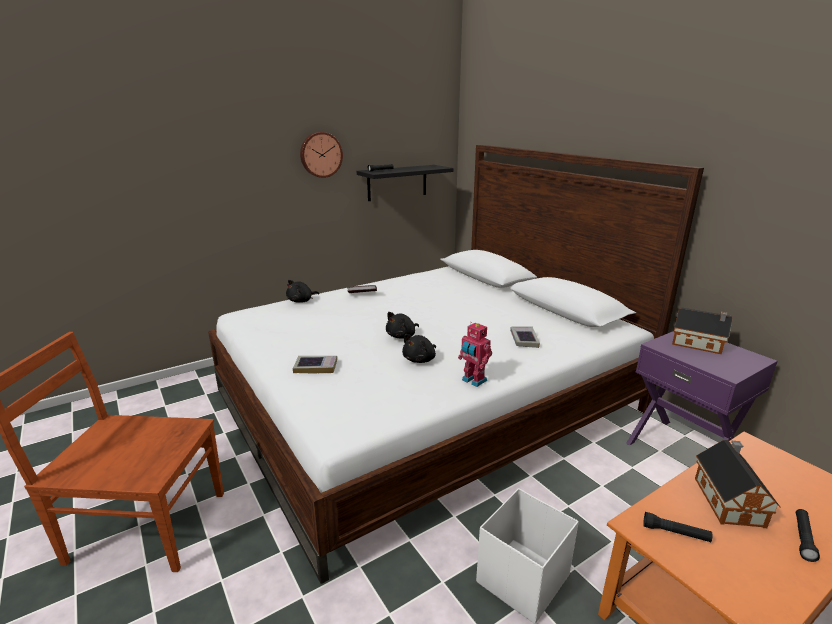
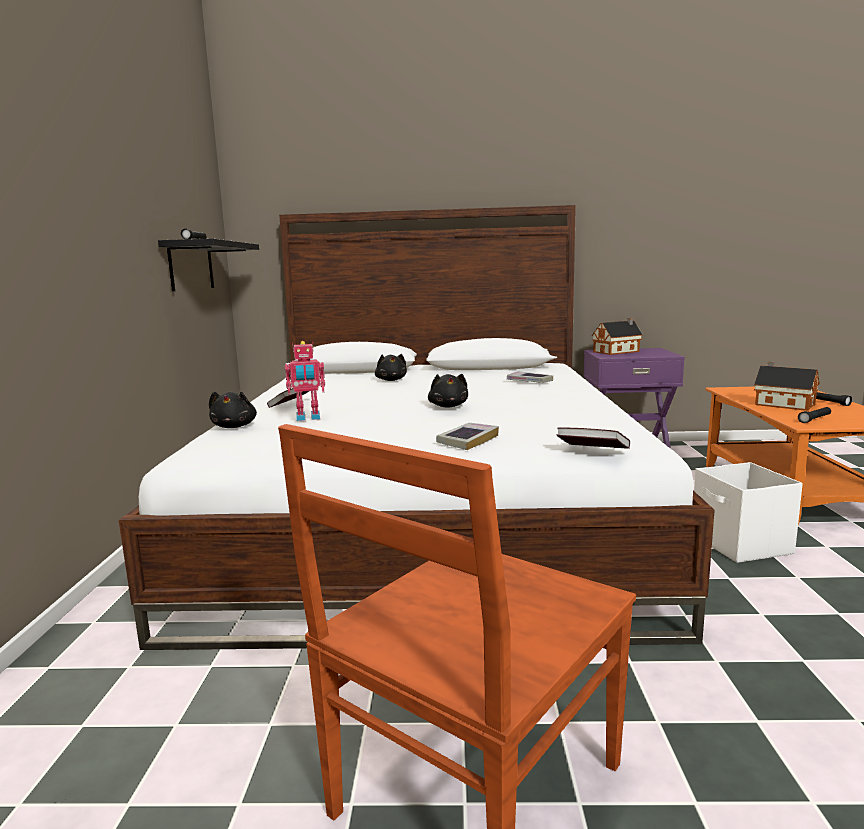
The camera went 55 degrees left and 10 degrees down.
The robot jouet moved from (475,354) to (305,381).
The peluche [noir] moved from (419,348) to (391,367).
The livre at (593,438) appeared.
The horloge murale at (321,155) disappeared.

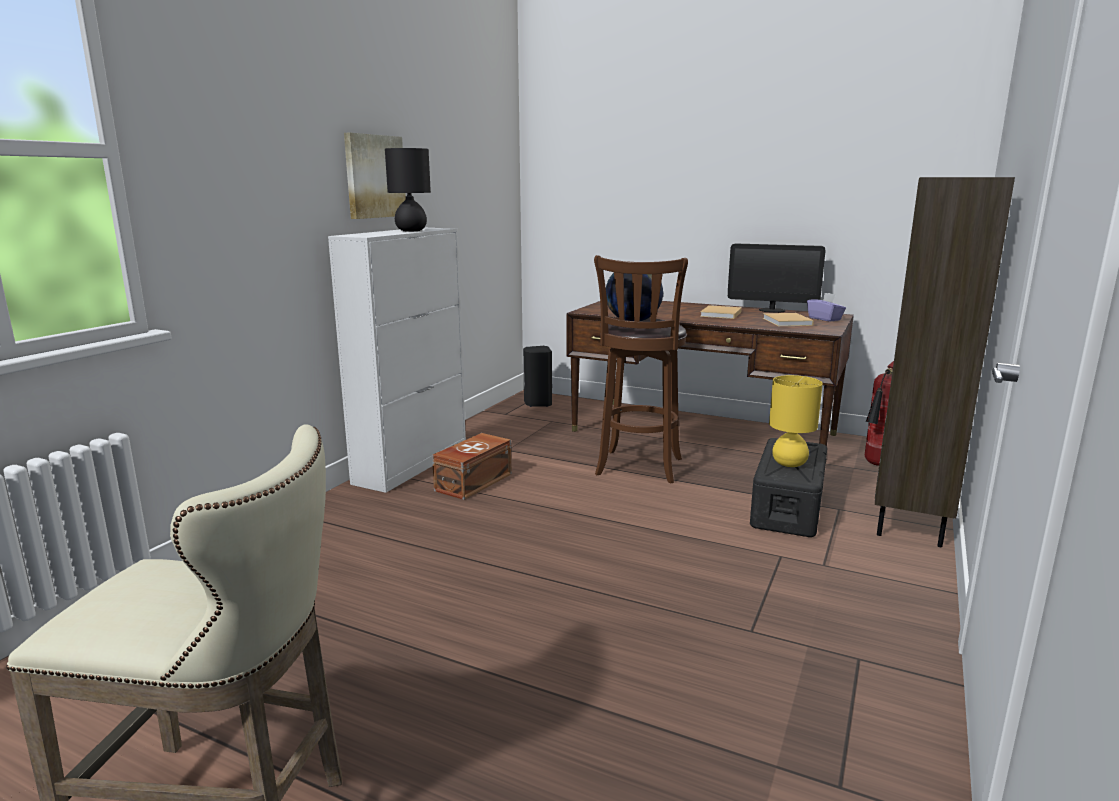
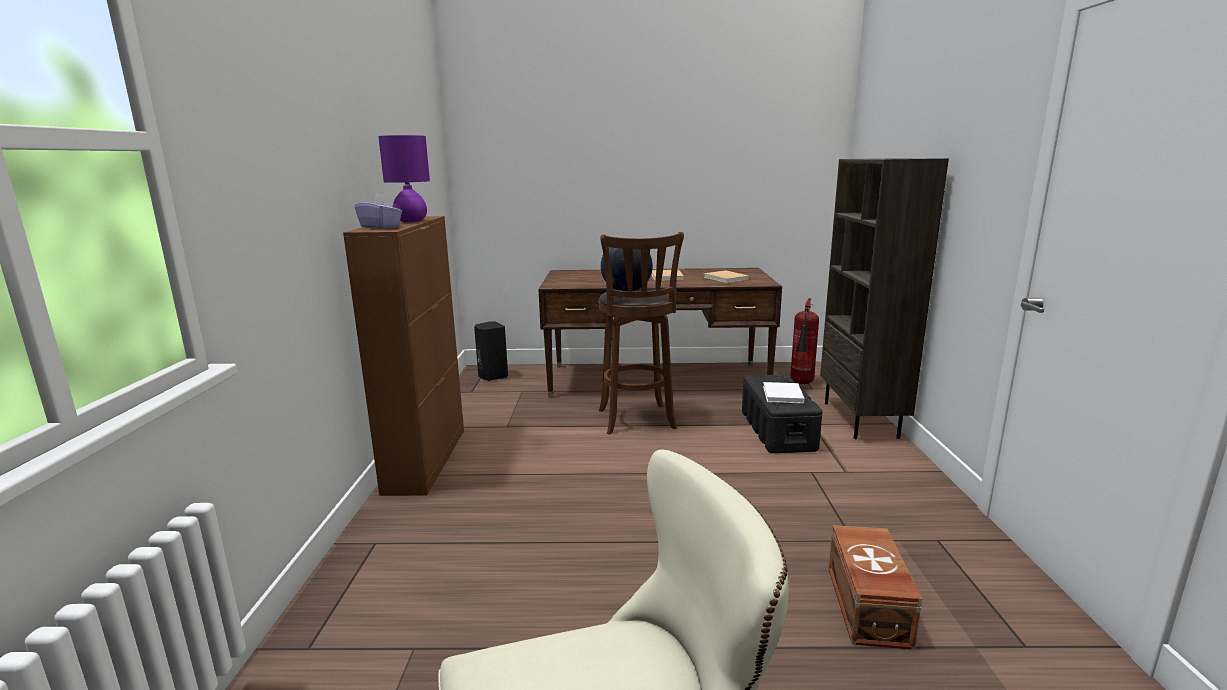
The camera went 25 degrees left and 0 degrees up.
The meuble de rangement [blanc] at (397,360) became the meuble de rangement [marron] at (403,356).
The boîte à mouchoirs [violet] moved from (826,307) to (378,211).
The lampe de table [noir] at (408,189) became the lampe de table [violet] at (404,178).
The lampe de table [jaune] at (796,421) was replaced by the livre [blanc] at (784,392).
The boîte de rangement [marron] moved from (471,466) to (875,587).
The tableau at (375,176) disappeared.
The écran d'ordinateur at (777,278) disappeared.

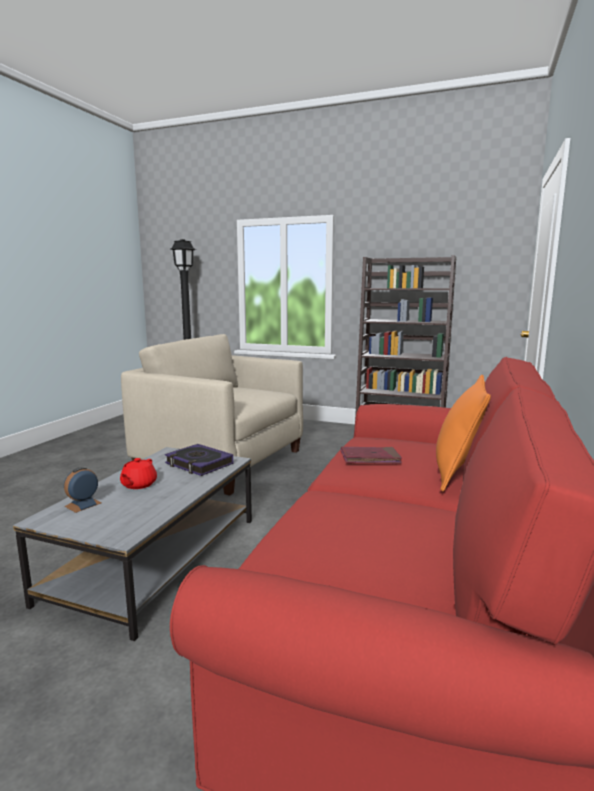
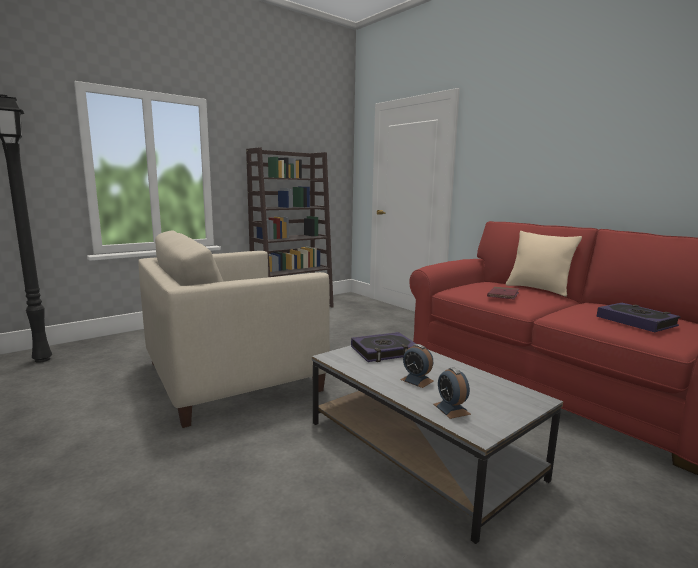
The camera went 60 degrees left and 0 degrees up.
The théière [rouge] at (138,473) was replaced by the réveil at (417,366).
The coussin [orange] at (463,433) became the coussin [beige] at (544,264).
The livre at (639,317) appeared.

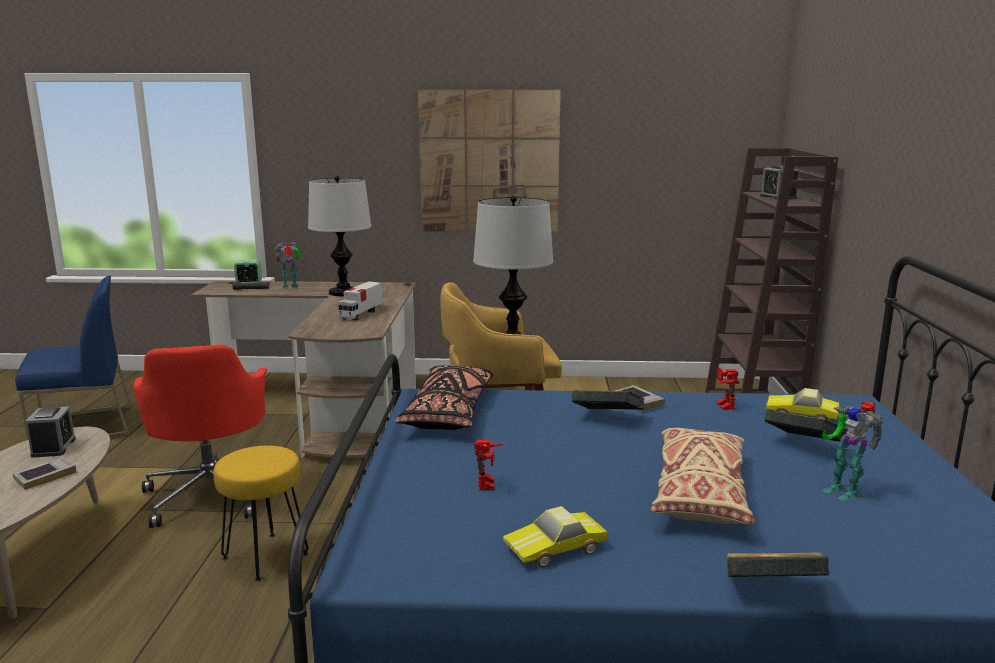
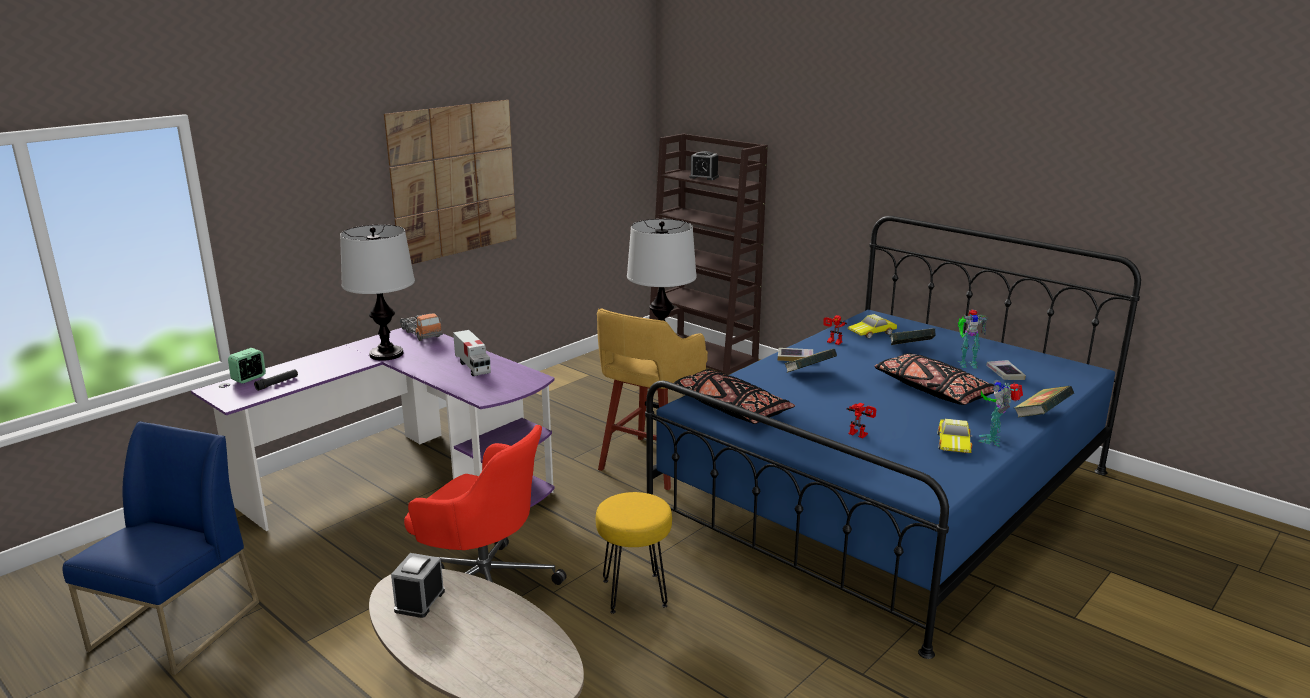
The camera went 50 degrees left and 5 degrees up.
The bureau [marron] at (303,369) became the bureau [violet] at (373,427).
The réveil at (50,432) turned 105 degrees counterclockwise.
The camion jouet at (421,327) appeared.
The coussin [beige] at (702,476) became the coussin [noir] at (934,379).
The robot jouet moved from (288,265) to (1001,413).
The livre moved from (44,473) to (1006,370).

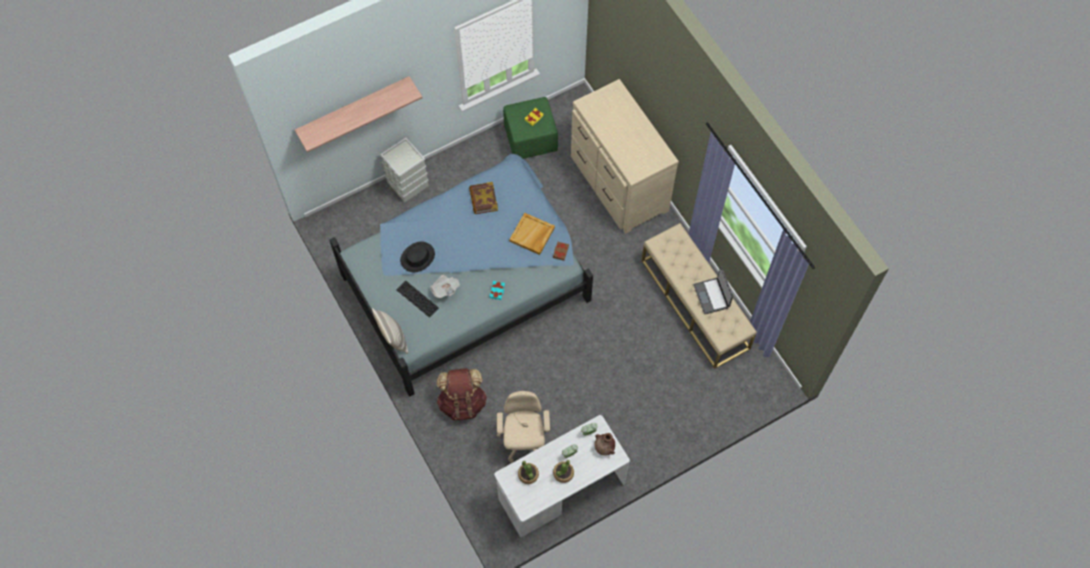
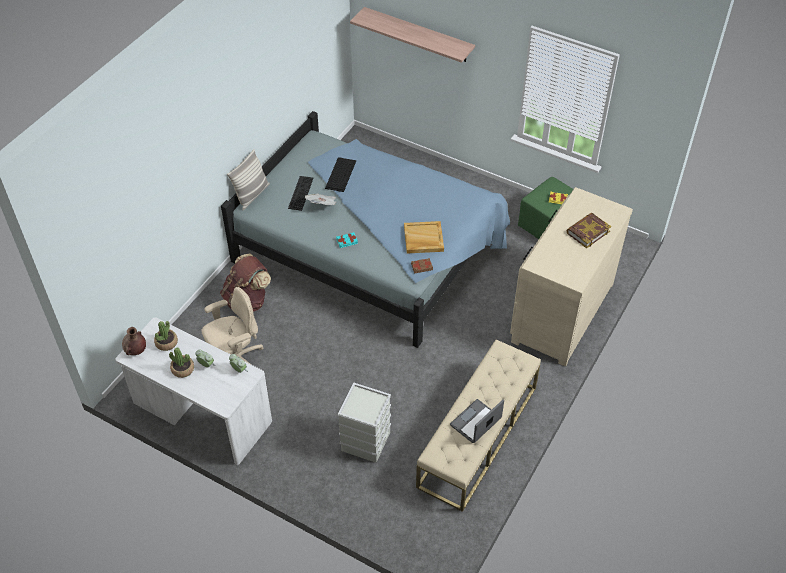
The camera went 60 degrees right and 15 degrees down.
The vase [marron] moved from (604,444) to (134,341).
The chapeau [noir] at (417,257) was replaced by the clavier at (340,174).
The boîte de rangement [gris] moved from (404,170) to (364,422).
The livre moved from (483,198) to (588,230).

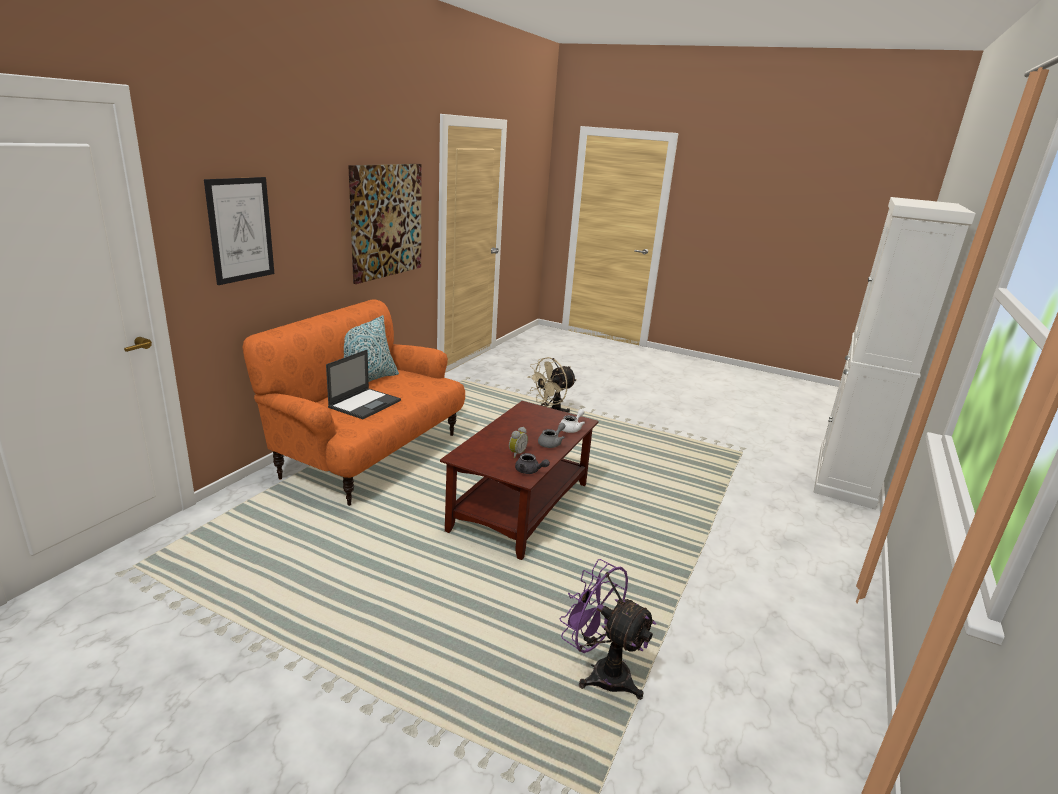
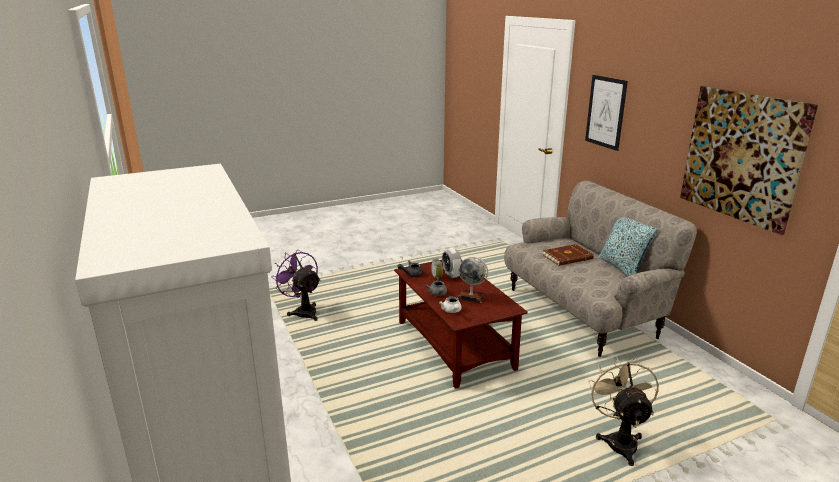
The camera went 130 degrees right and 0 degrees up.
The ventilateur [violet] at (607,629) turned 120 degrees counterclockwise.
The réveil at (452,263) appeared.
The globe at (473,280) appeared.
The canapé [orange] at (354,403) became the canapé [beige] at (600,269).
The ordinateur portable at (363,384) was replaced by the livre [marron] at (568,255).

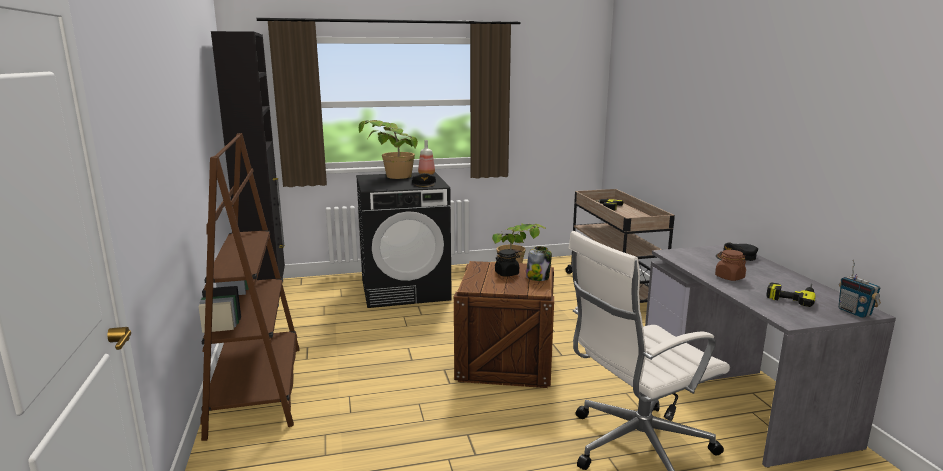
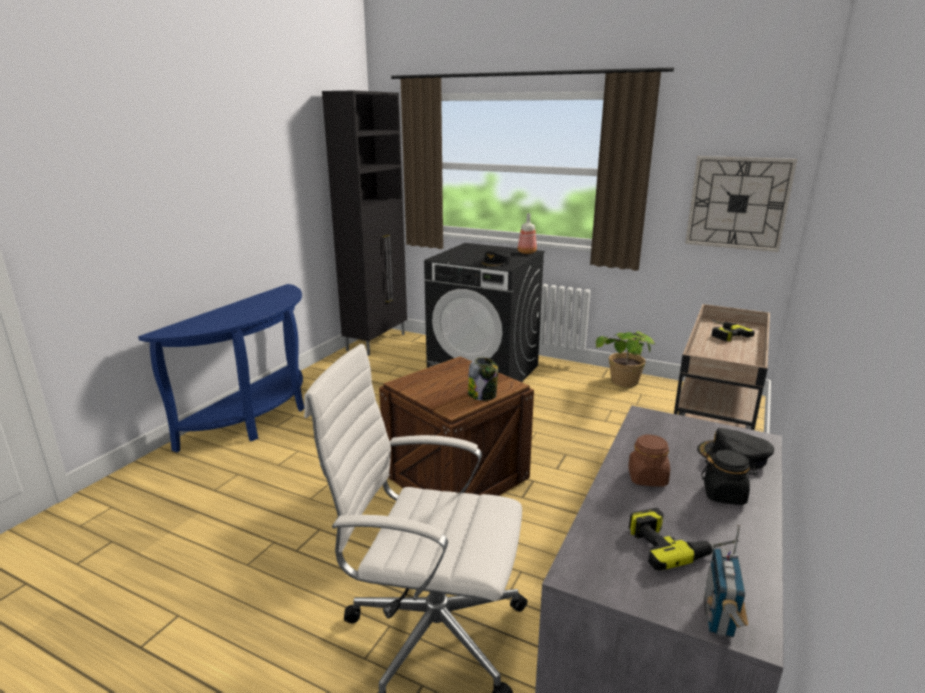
The camera went 40 degrees right and 5 degrees up.
The bibliothèque [marron] at (249,287) was replaced by the table console [bleu] at (221,368).
The horloge murale at (741,204) appeared.
The bocal [noir] moved from (507,263) to (729,477).
The plante en pot at (388,149) disappeared.

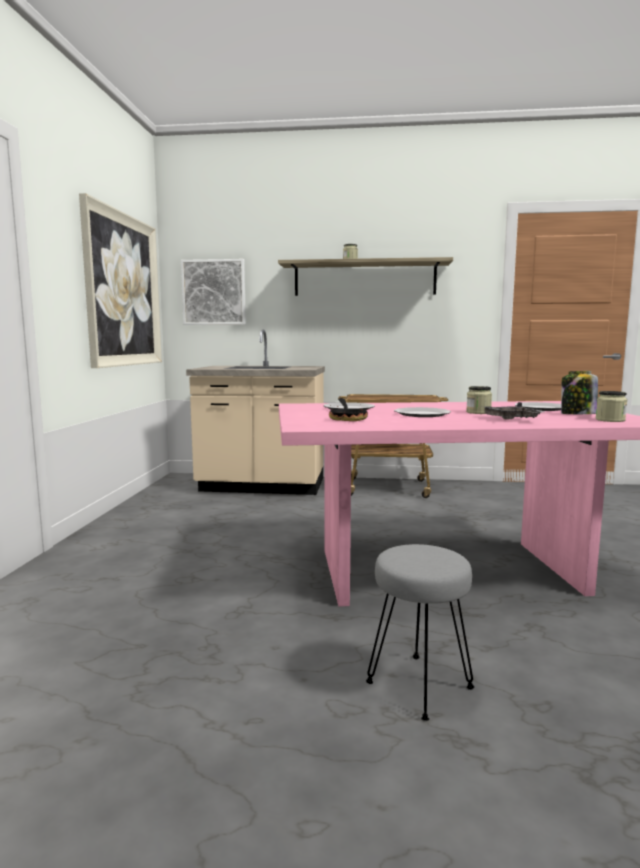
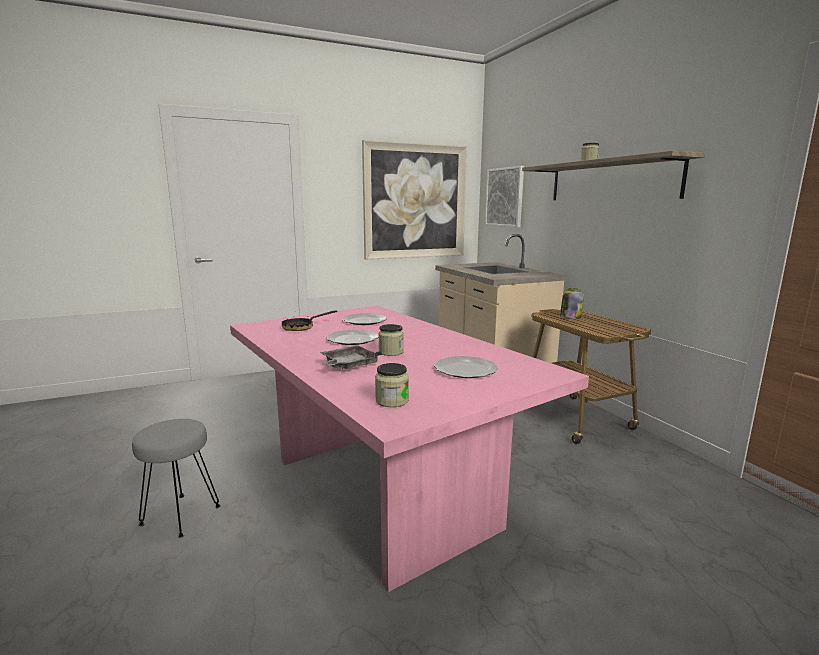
The camera went 60 degrees right and 5 degrees up.
The bocal moved from (579,392) to (572,303).

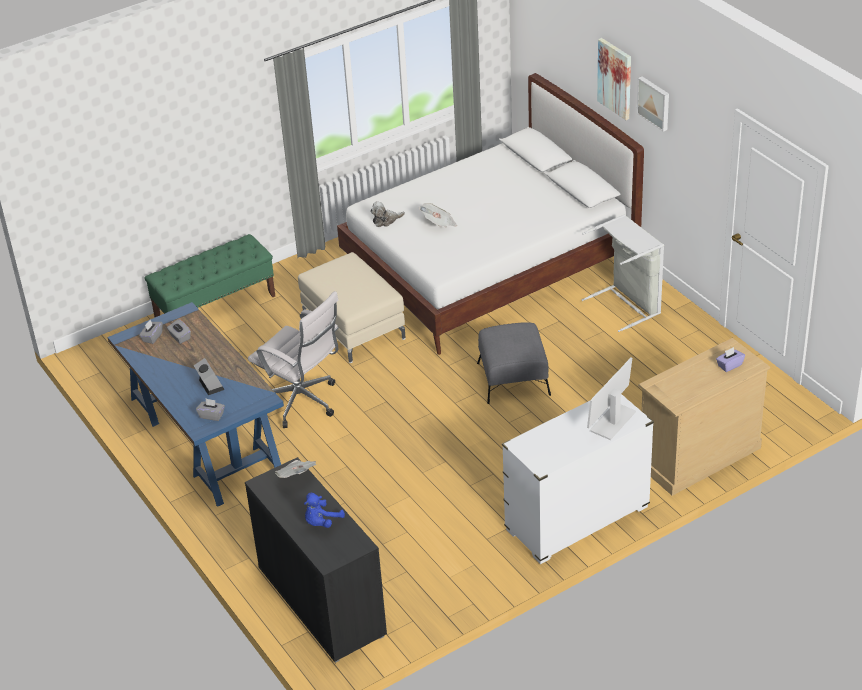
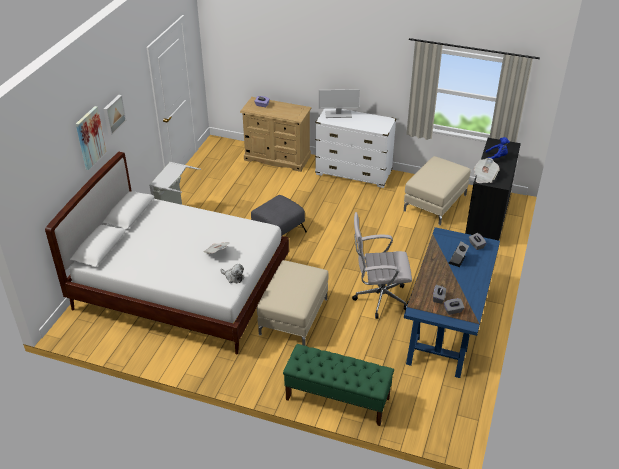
The camera went 130 degrees left and 0 degrees up.
The chaise de bureau [blanc] at (293,359) turned 90 degrees counterclockwise.
The pouf [beige] at (437,190) appeared.

